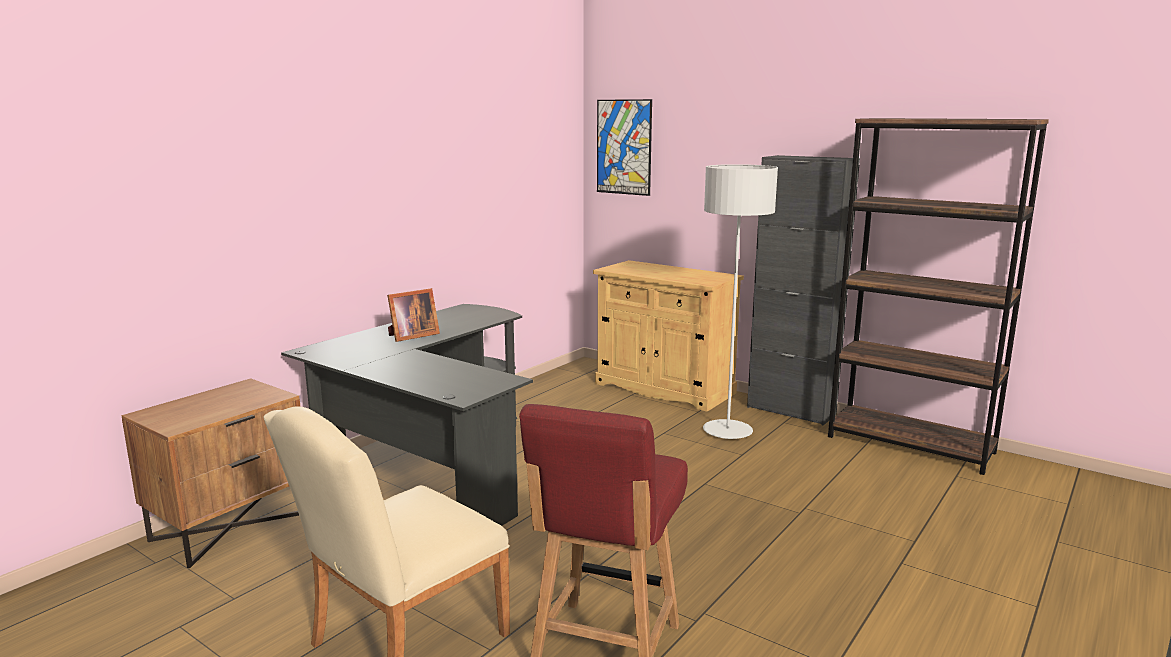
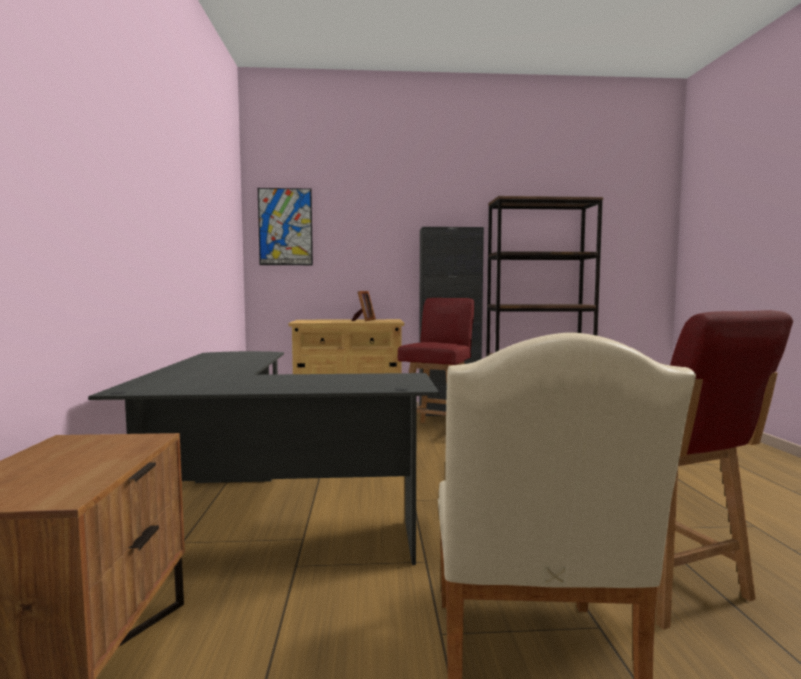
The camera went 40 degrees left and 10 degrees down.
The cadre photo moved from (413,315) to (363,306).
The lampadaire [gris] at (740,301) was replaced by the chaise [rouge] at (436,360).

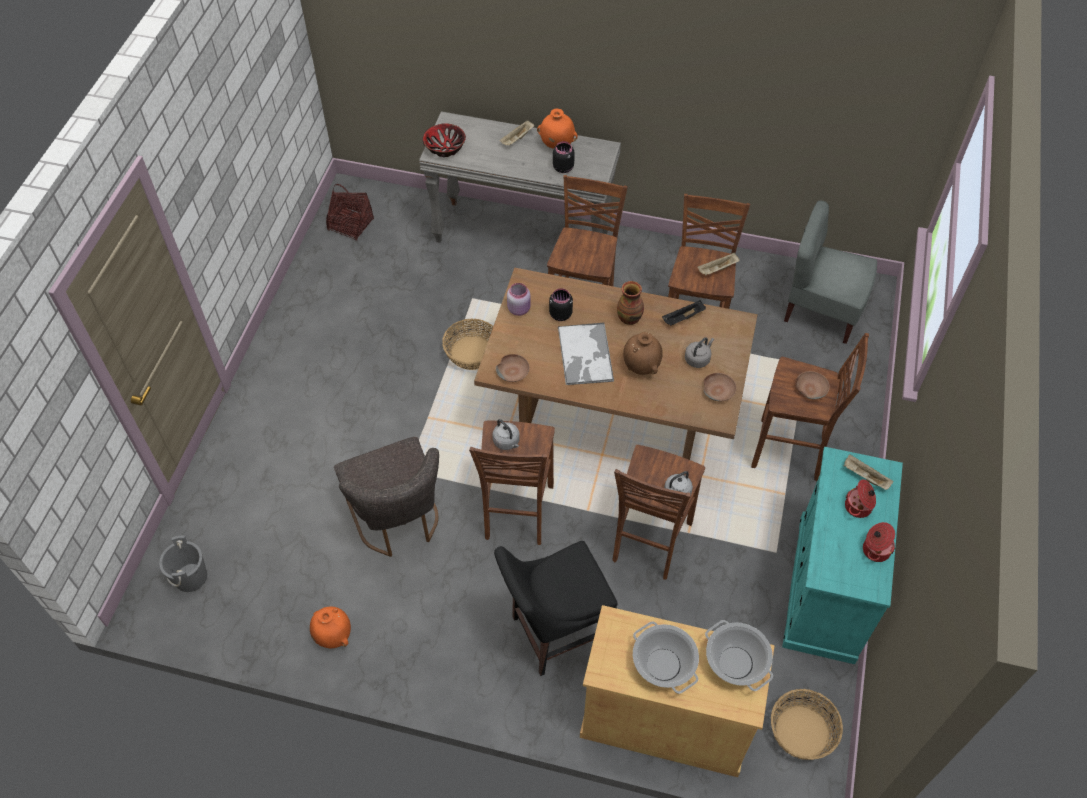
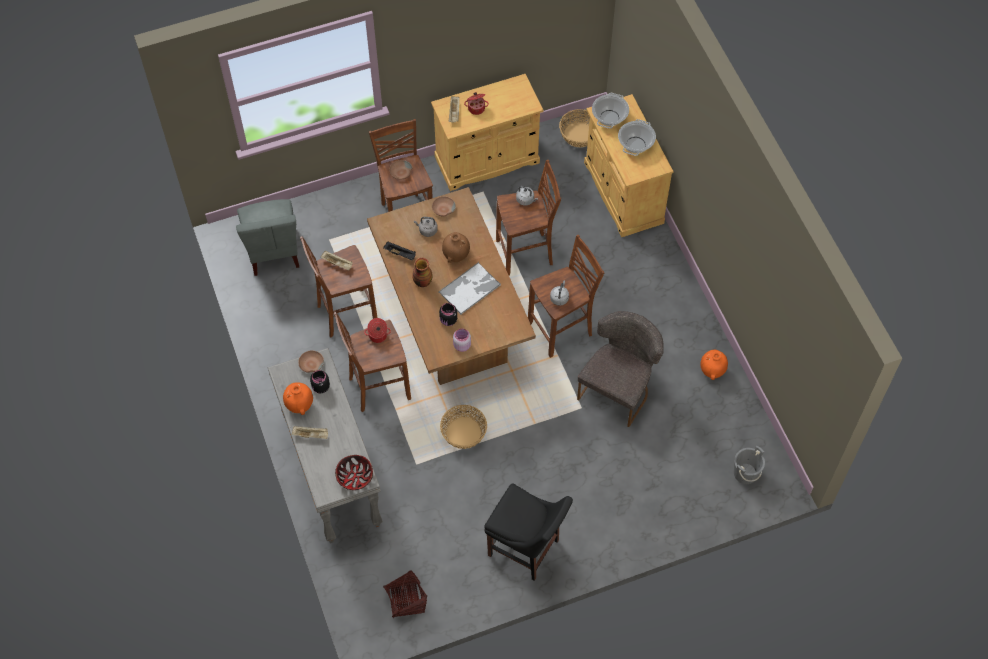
The camera went 125 degrees left and 5 degrees up.
The bol [marron] moved from (513,368) to (311,361).
The marmite moved from (879,542) to (377,330).
The meuble de rangement [turquoise] at (842,555) became the meuble de rangement [beige] at (487,132).
The chaise [noir] moved from (555,608) to (528,532).

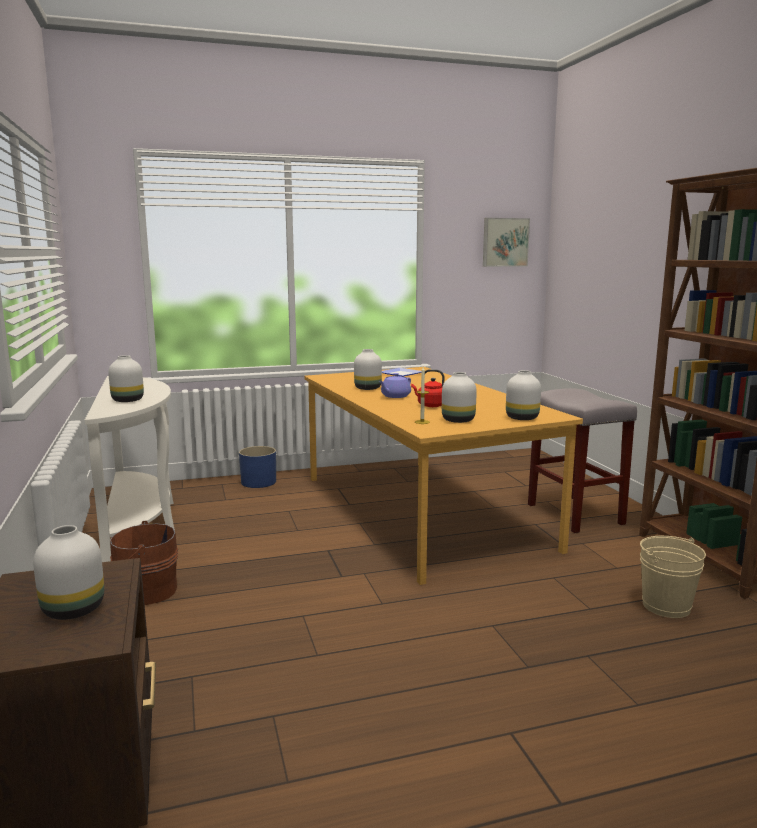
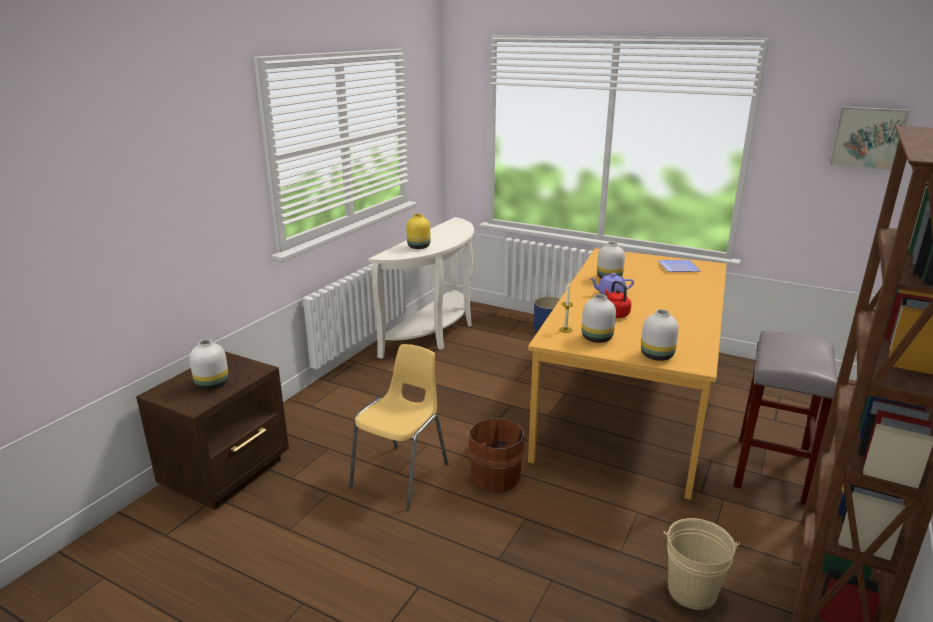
The camera went 45 degrees right and 10 degrees up.
The chaise [jaune] at (398,427) appeared.
The vase [blanc] at (126,378) became the vase [jaune] at (418,231).
The seau [marron] moved from (144,563) to (494,454).

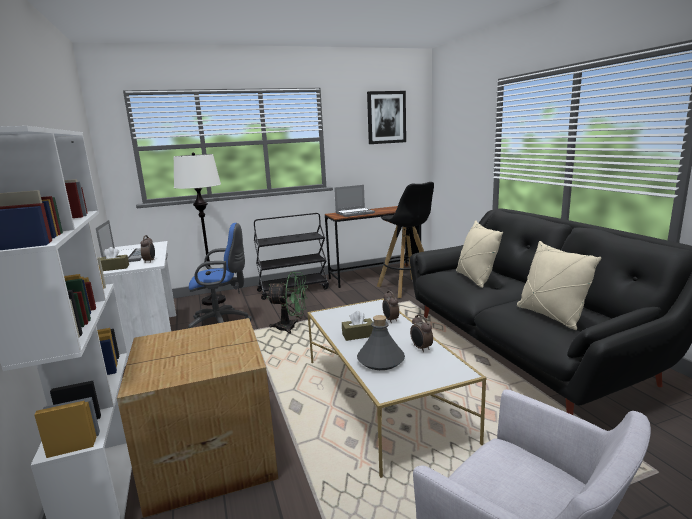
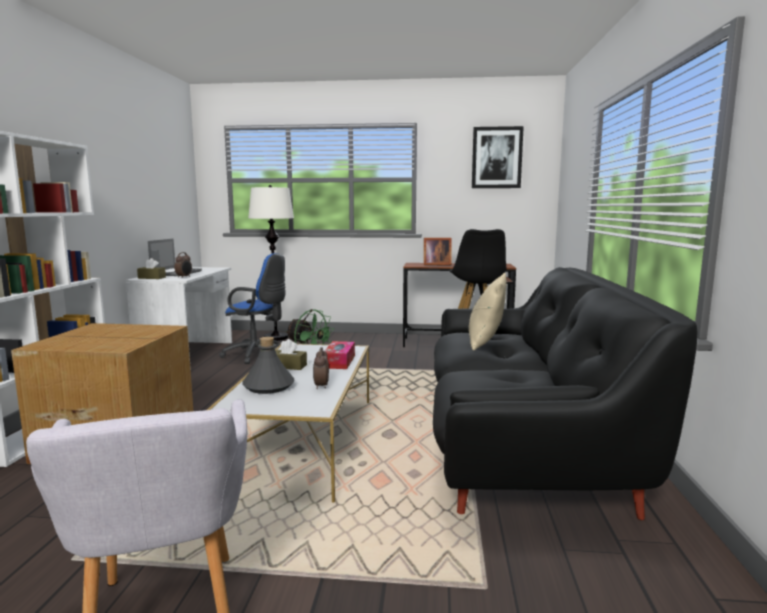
The camera went 25 degrees right and 5 degrees down.
The réveil at (390,307) was replaced by the boîte à mouchoirs at (340,355).
The ordinateur portable at (354,201) was replaced by the cadre photo at (437,251).
The chariot [noir] at (291,256) disappeared.
The coussin [beige] at (559,285) disappeared.

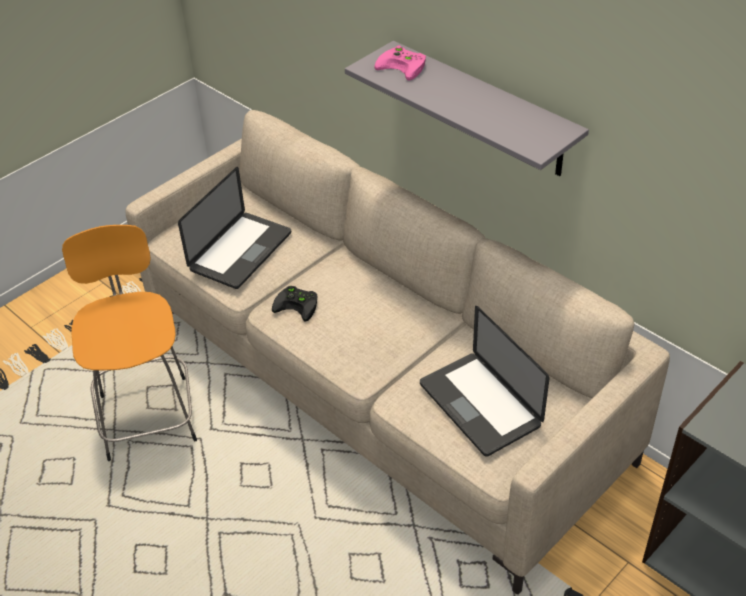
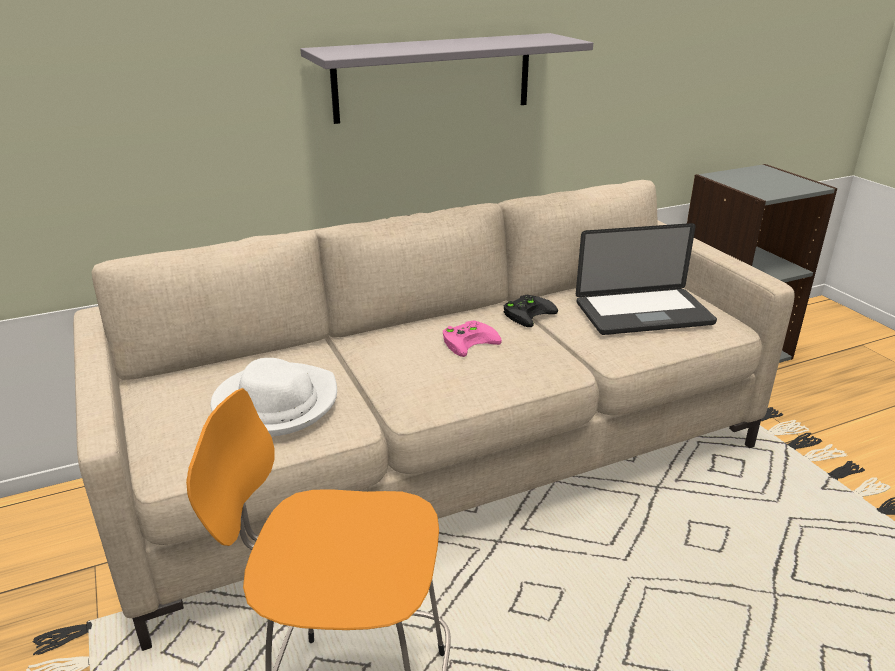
The camera went 70 degrees left and 15 degrees down.
The ordinateur portable at (234,228) was replaced by the chapeau [blanc] at (273,397).
The manette [rose] moved from (400,63) to (472,338).
The manette [noir] moved from (294,303) to (530,311).

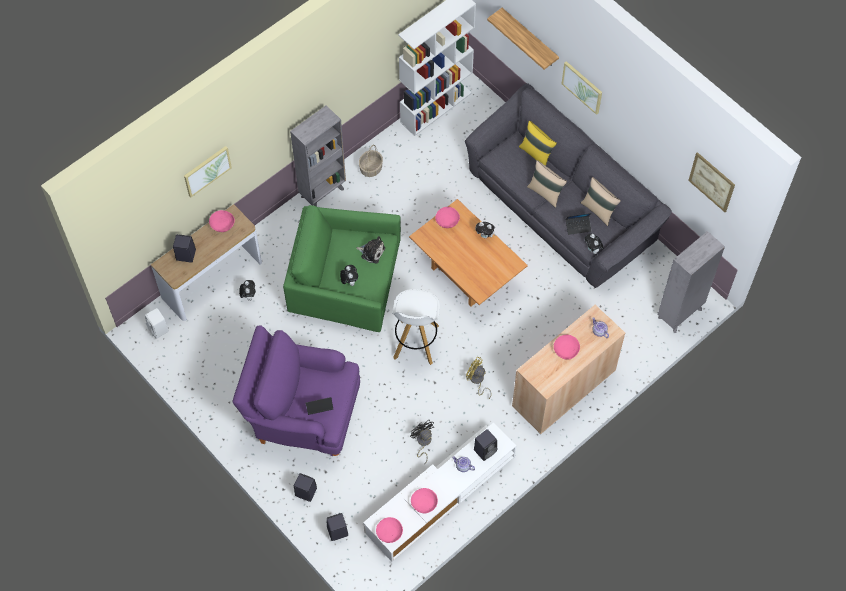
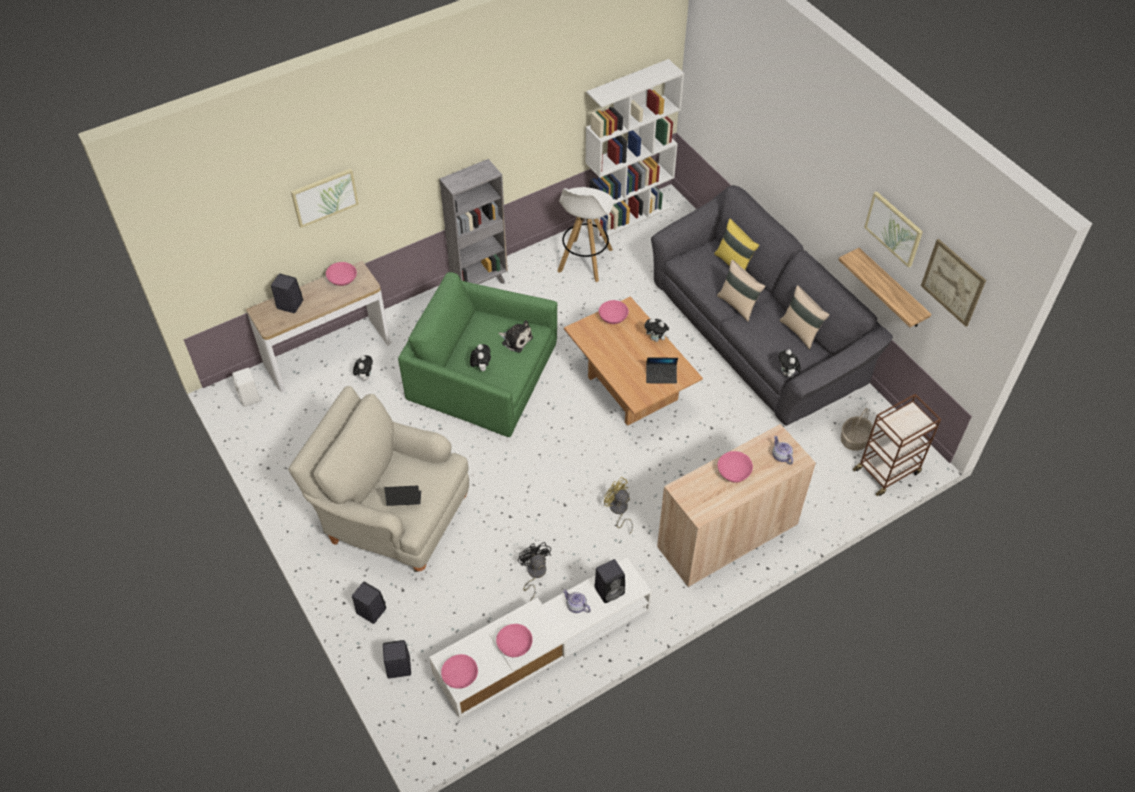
The camera went 10 degrees right and 10 degrees down.
The fauteuil [violet] at (296,390) became the fauteuil [beige] at (378,479).
The tabouret [blanc] moved from (416,327) to (585,234).
The ordinateur portable moved from (578,224) to (662,370).
The étagère moved from (523,39) to (885,287).
The panier moved from (371,161) to (857,429).
The bibliothèque [gris] at (691,282) was replaced by the chariot [marron] at (897,445).
The tableau moved from (582,88) to (893,229).

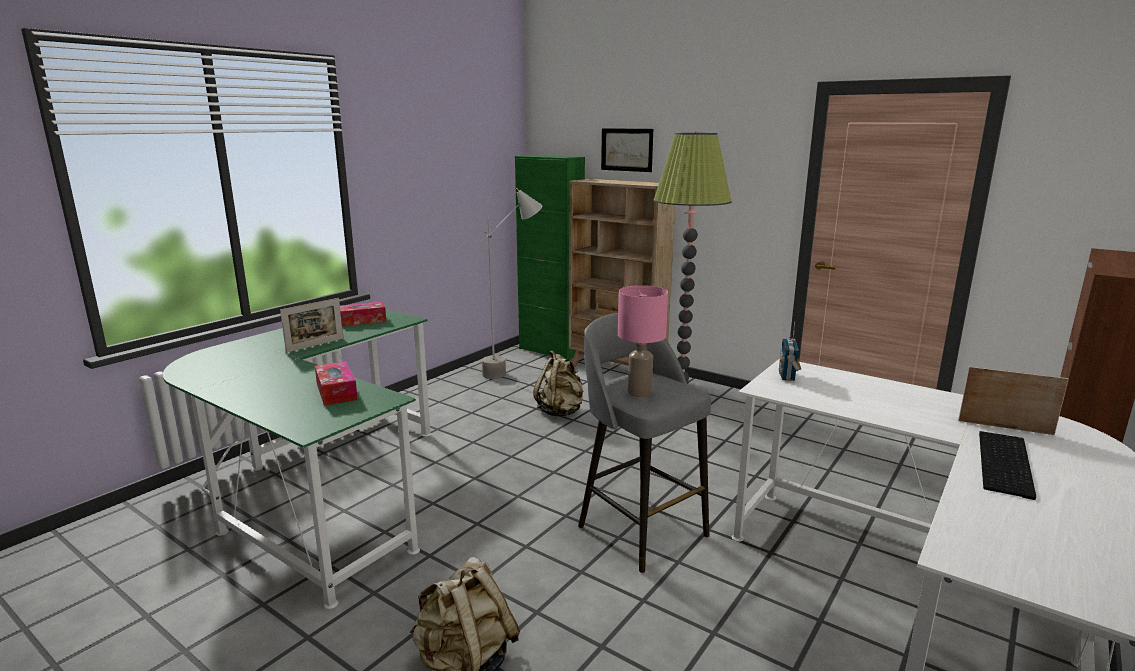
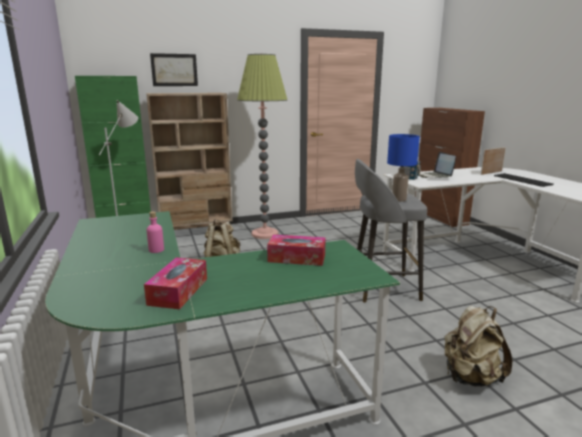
The camera went 55 degrees left and 0 degrees up.
The boîte à mouchoirs moved from (363,314) to (175,283).
The cadre photo at (311,325) was replaced by the bouteille [rose] at (155,232).
The lampe de table [rose] at (643,341) became the lampe de table [bleu] at (403,168).
The ordinateur portable at (437,165) appeared.

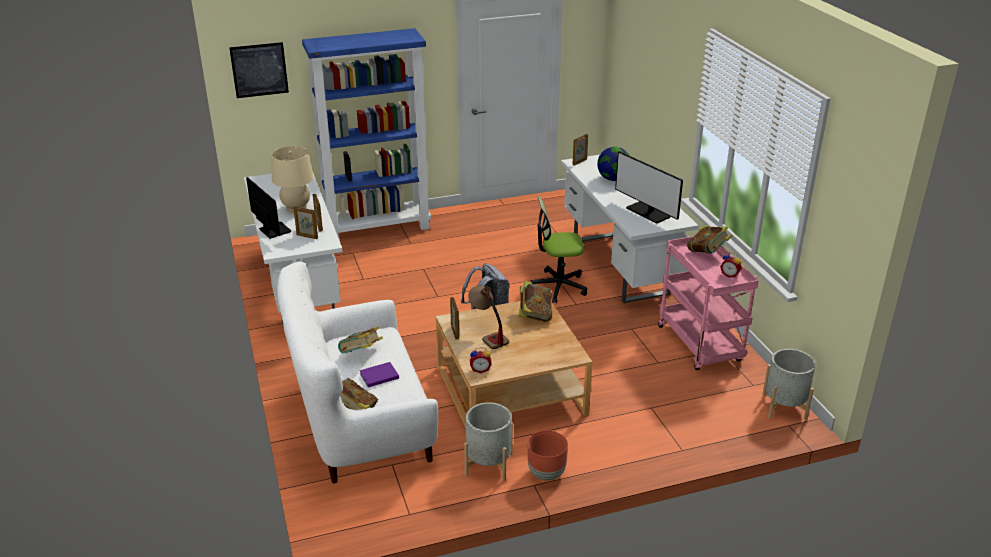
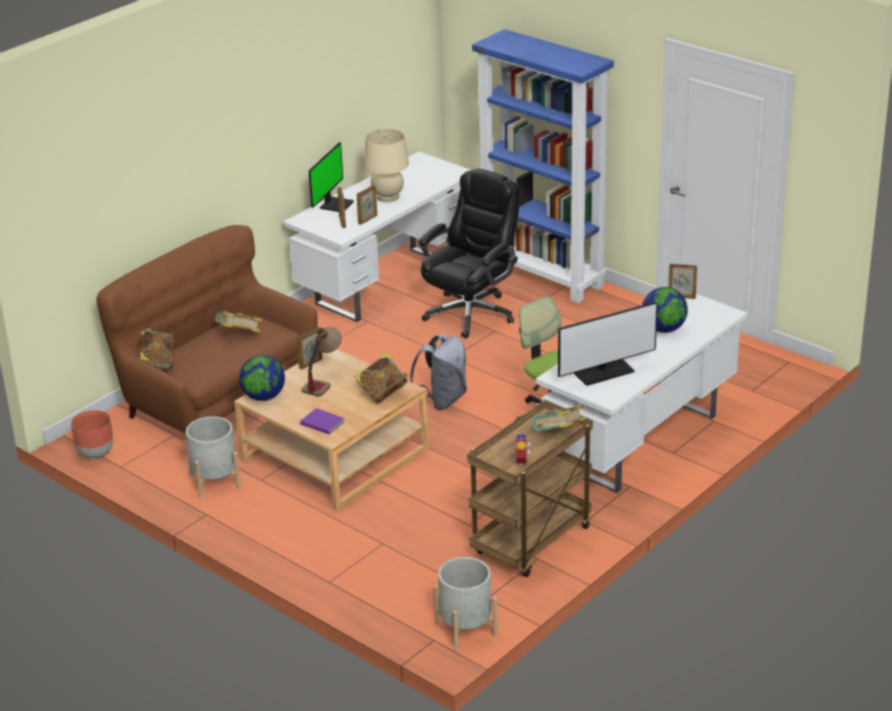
The camera went 60 degrees right and 0 degrees up.
The cache-pot [marron] moved from (548,455) to (92,434).
The canapé [blanc] at (357,372) became the canapé [marron] at (207,329).
The réveil at (481,360) was replaced by the globe at (262,378).
The livre [violet] moved from (379,374) to (322,421).
The chaise de bureau [noir] at (469,253) appeared.
The chariot [rose] at (708,303) became the chariot [marron] at (530,488).
The écran d'ordinateur at (649,187) turned 135 degrees counterclockwise.
The tableau at (259,70) disappeared.

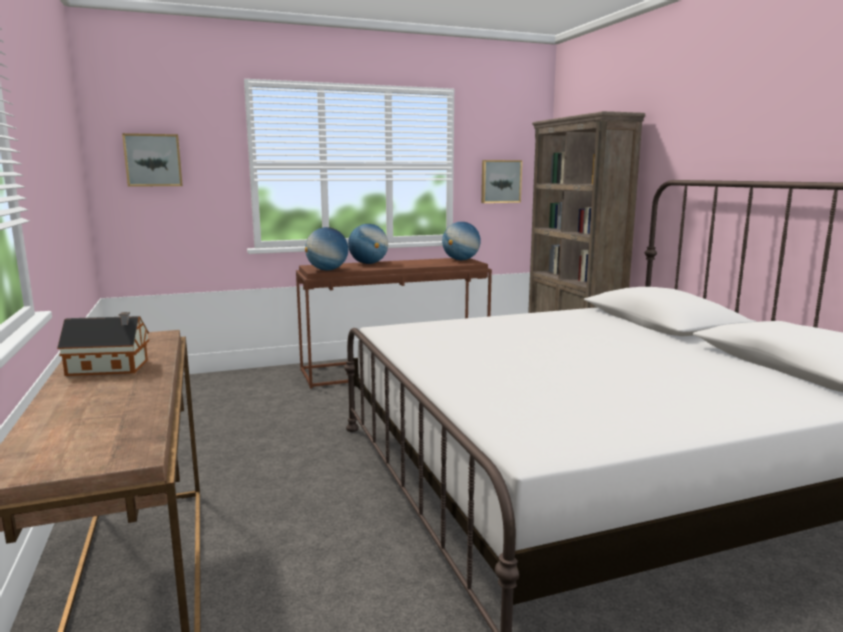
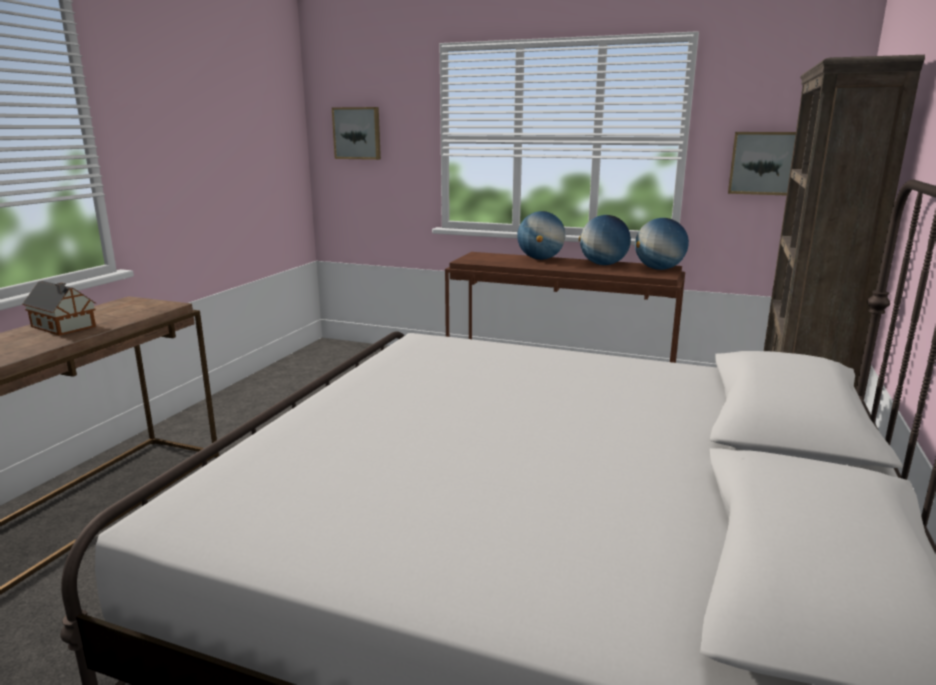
The camera went 40 degrees right and 5 degrees up.
The globe moved from (326,249) to (605,240).

